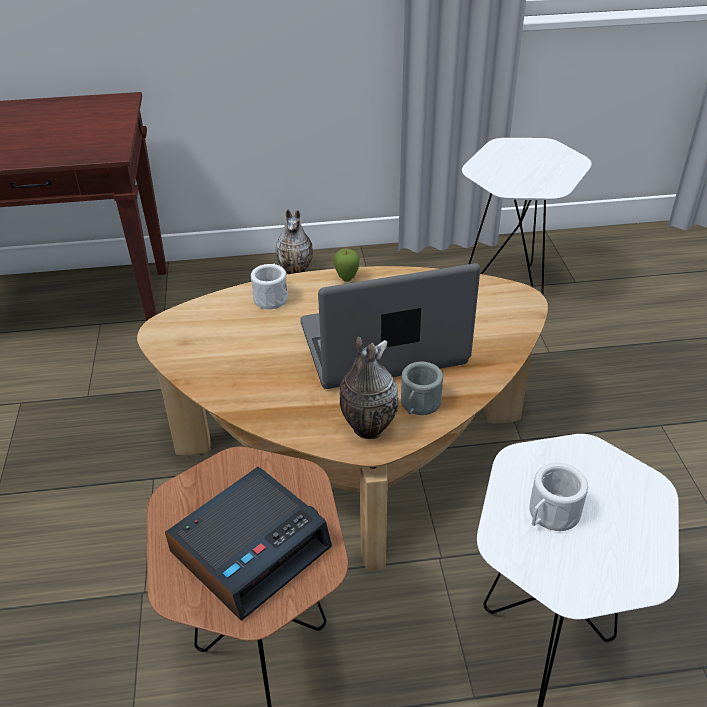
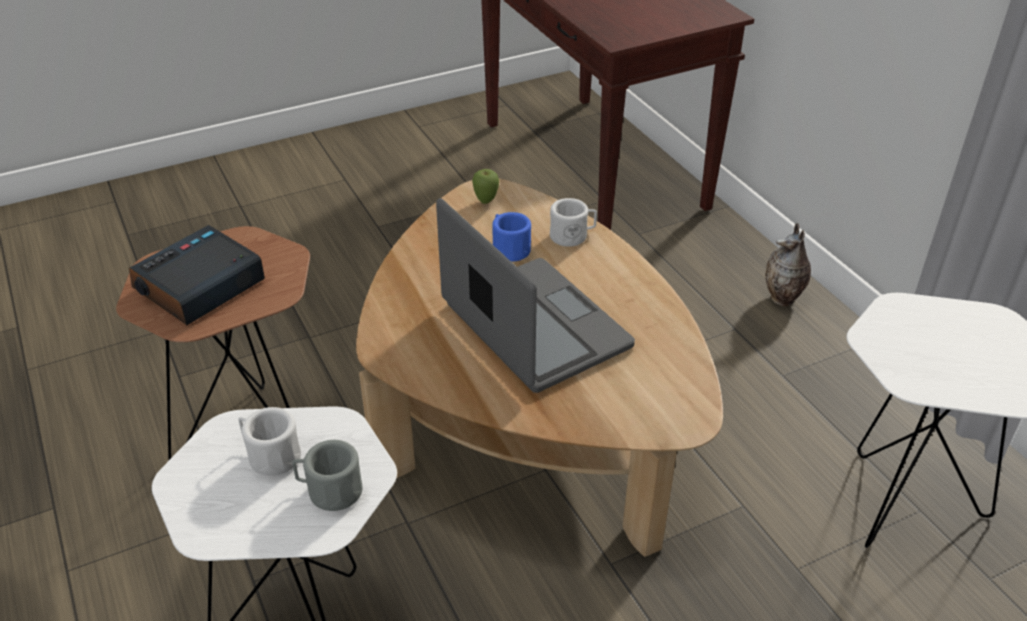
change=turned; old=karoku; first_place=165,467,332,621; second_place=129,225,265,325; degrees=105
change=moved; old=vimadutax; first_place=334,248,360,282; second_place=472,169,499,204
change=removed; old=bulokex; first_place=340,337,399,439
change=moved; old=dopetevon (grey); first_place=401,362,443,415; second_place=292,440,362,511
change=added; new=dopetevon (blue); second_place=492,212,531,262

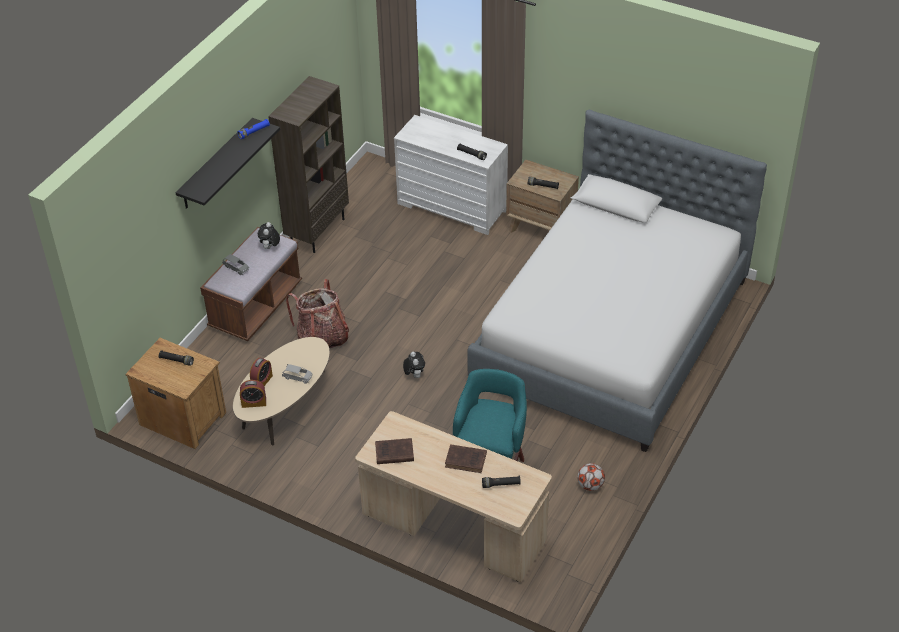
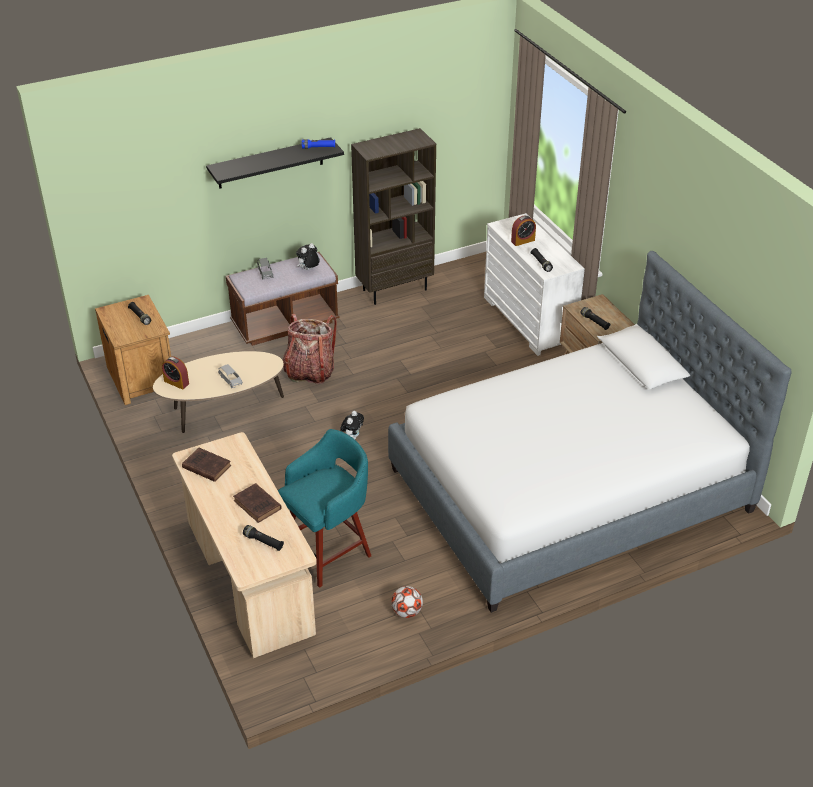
change=moved; old=karoku; first_place=250,358,273,386; second_place=511,216,536,246

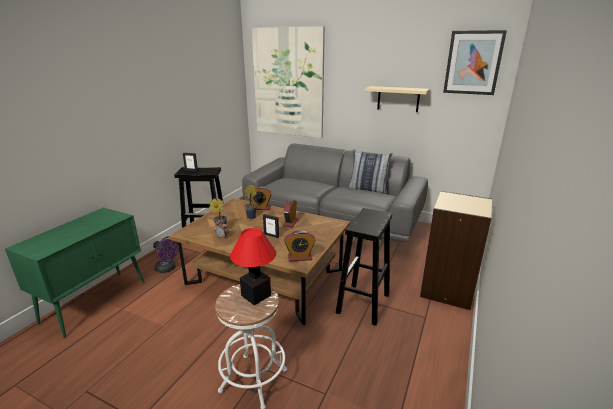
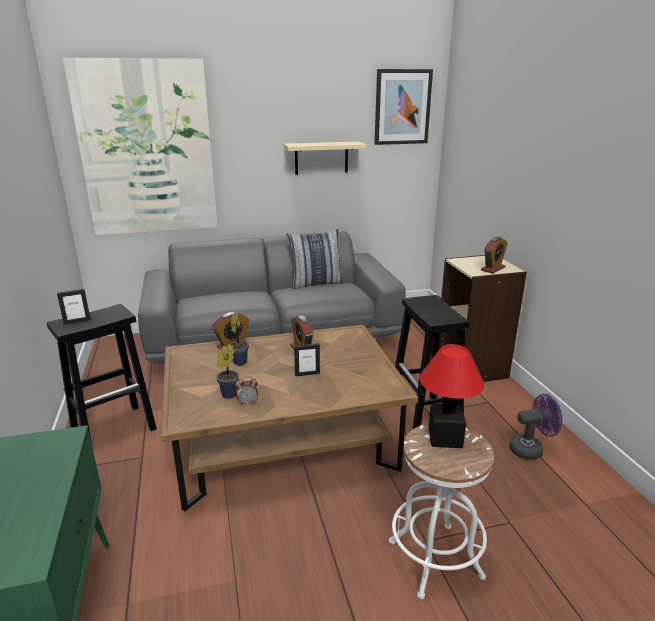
change=moved; old=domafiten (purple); first_place=153,236,179,273; second_place=509,394,563,460
change=moved; old=karoku; first_place=284,230,315,262; second_place=481,237,507,273

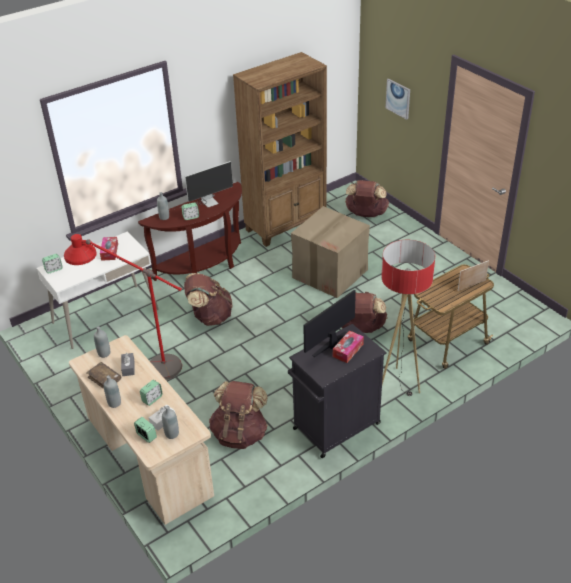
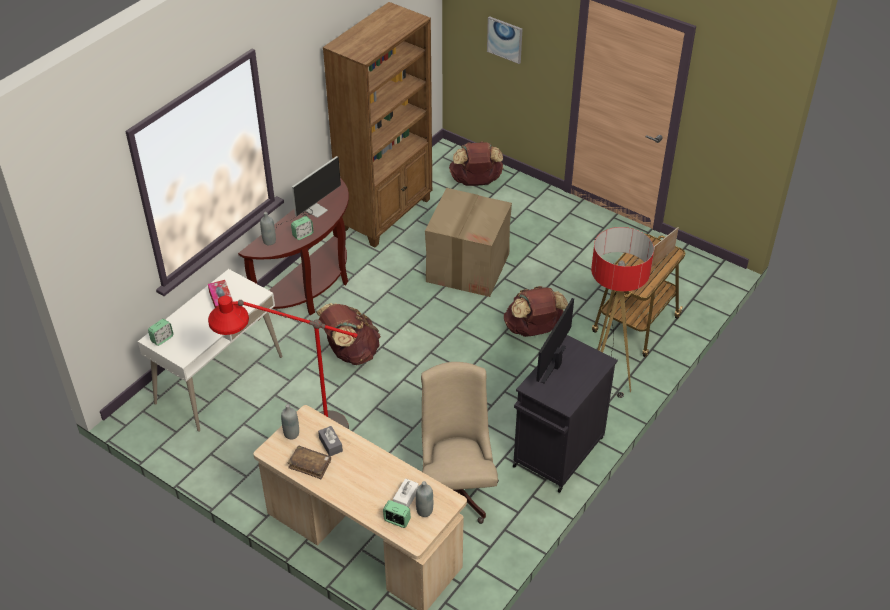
change=removed; old=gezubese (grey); first_place=104,375,121,408
change=removed; old=karoku; first_place=140,380,163,406
change=replaced; old=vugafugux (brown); new=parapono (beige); first_place=209,381,268,449; second_place=421,362,499,524
change=removed; old=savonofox; first_place=333,330,364,363

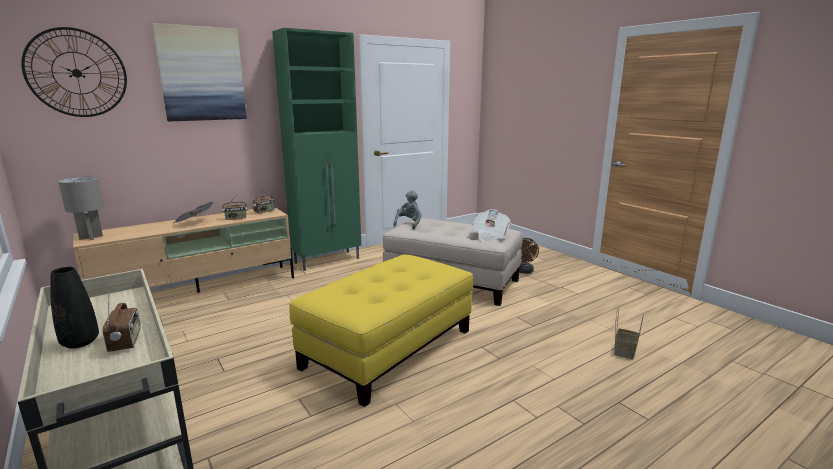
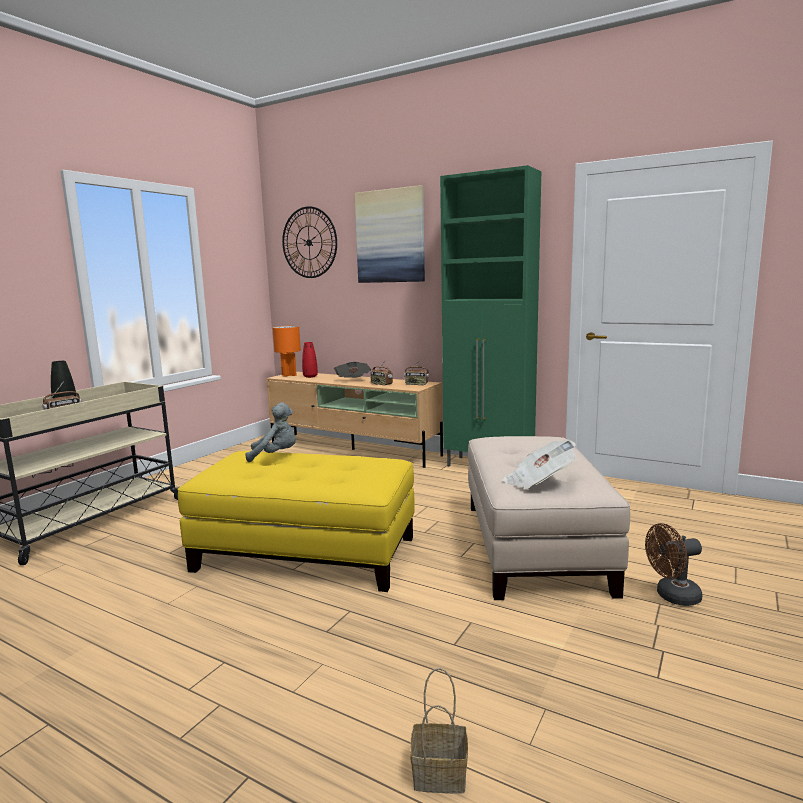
change=recoloured; old=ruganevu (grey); new=ruganevu (orange); first_place=58,176,104,240; second_place=272,326,301,377
change=moved; old=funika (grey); first_place=393,190,422,229; second_place=246,402,296,462
change=added; new=bulokex (red); second_place=302,342,318,378

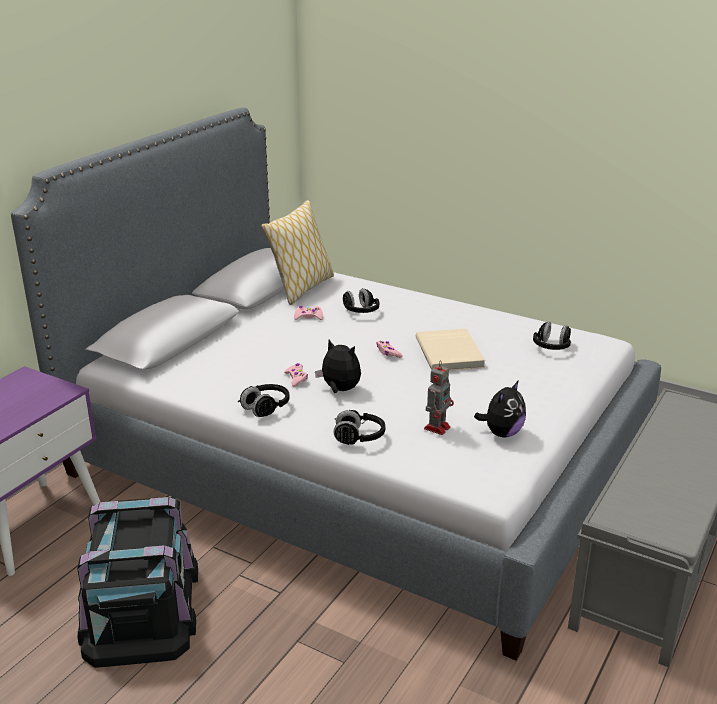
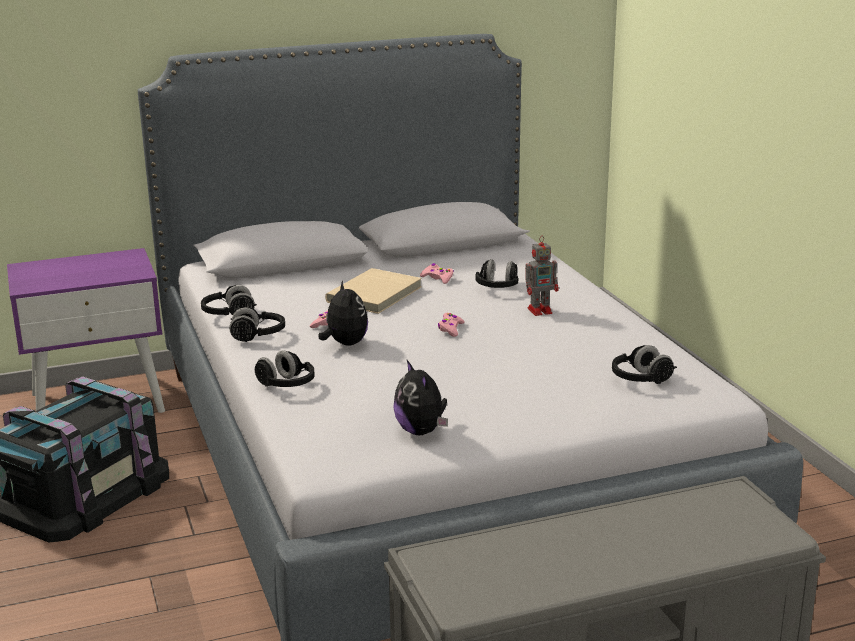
change=removed; old=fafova; first_place=261,200,334,305
change=moved; old=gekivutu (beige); first_place=416,328,485,371; second_place=325,268,422,314
change=moved; old=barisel; first_place=424,360,454,435; second_place=525,237,559,316
change=turned; old=funika; first_place=474,380,526,438; second_place=393,360,448,435; degrees=75
change=added; new=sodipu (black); second_place=201,285,257,315

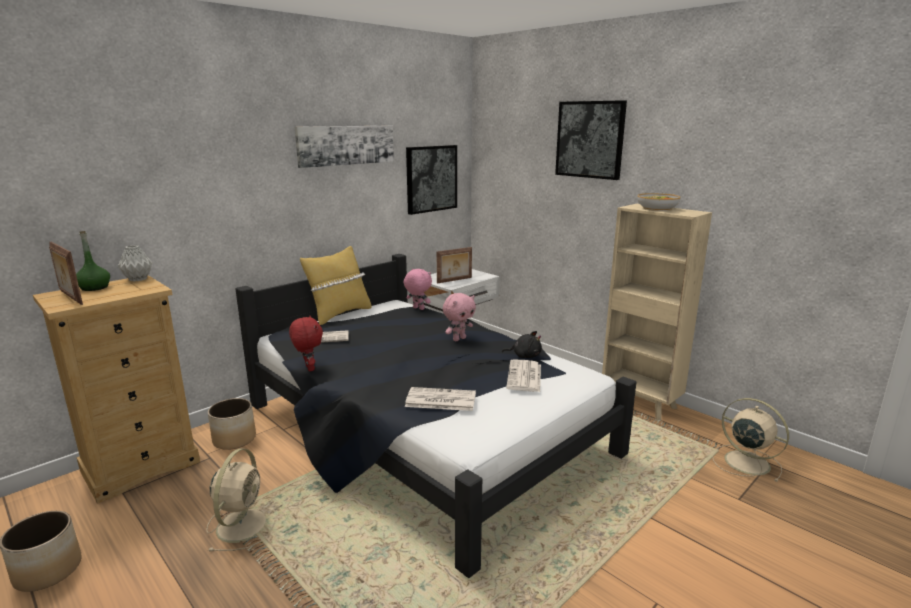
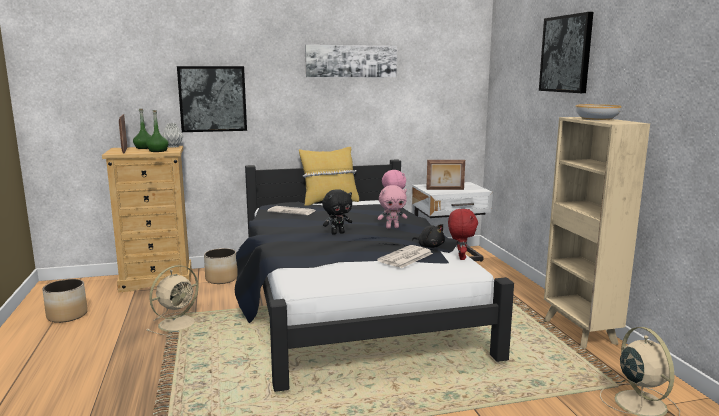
change=moved; old=funika (red); first_place=289,316,323,371; second_place=448,209,478,260
change=removed; old=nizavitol; first_place=405,387,476,411
change=moved; old=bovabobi; first_place=406,145,457,215; second_place=177,66,247,132
change=added; new=gezubese (green); second_place=146,110,169,152
change=added; new=funika (black); second_place=322,189,352,235

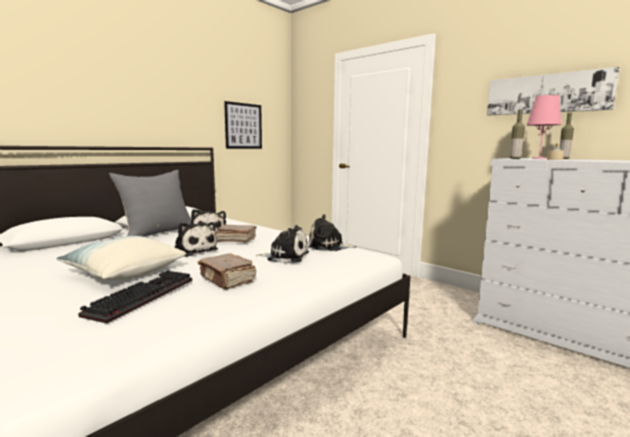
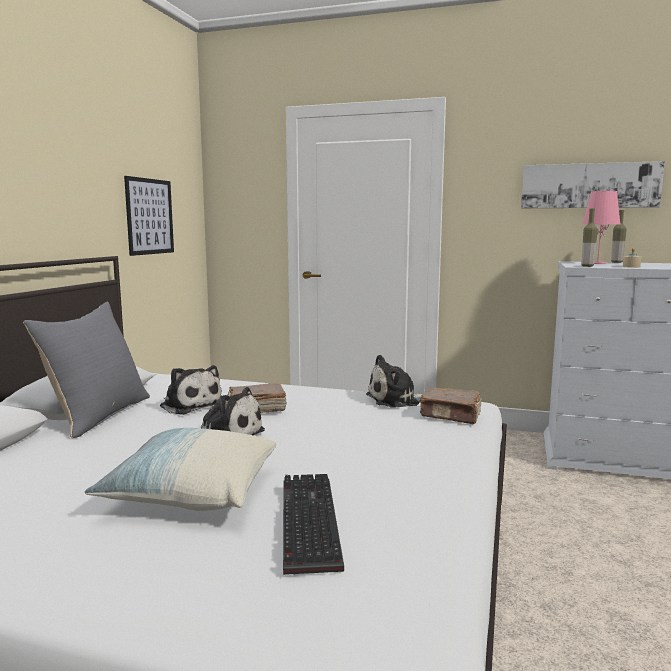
change=moved; old=gekivutu (brown); first_place=198,253,256,289; second_place=419,387,482,424
change=removed; old=funika; first_place=255,225,309,263

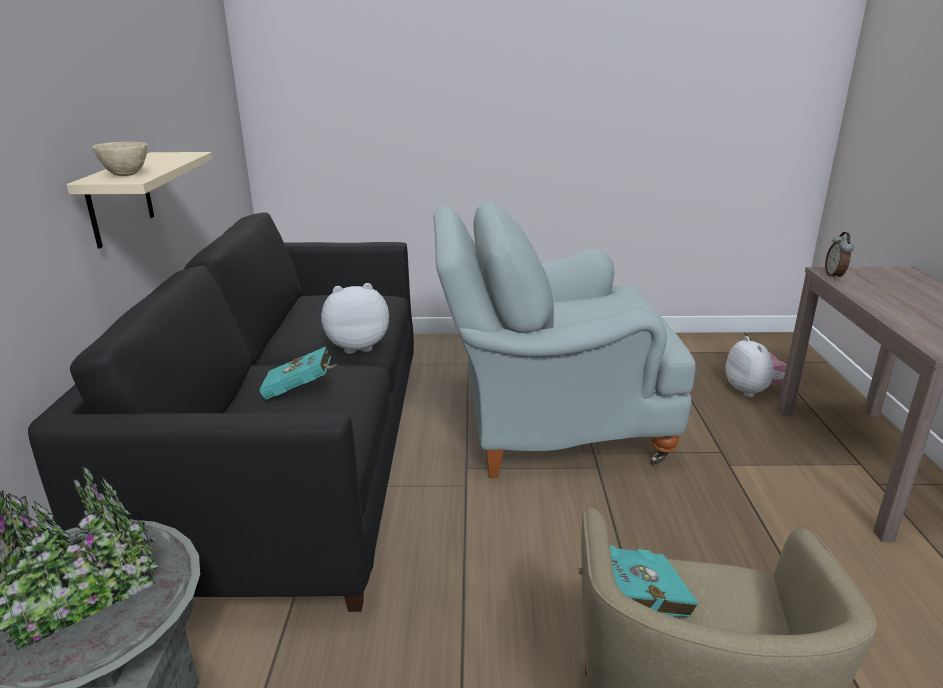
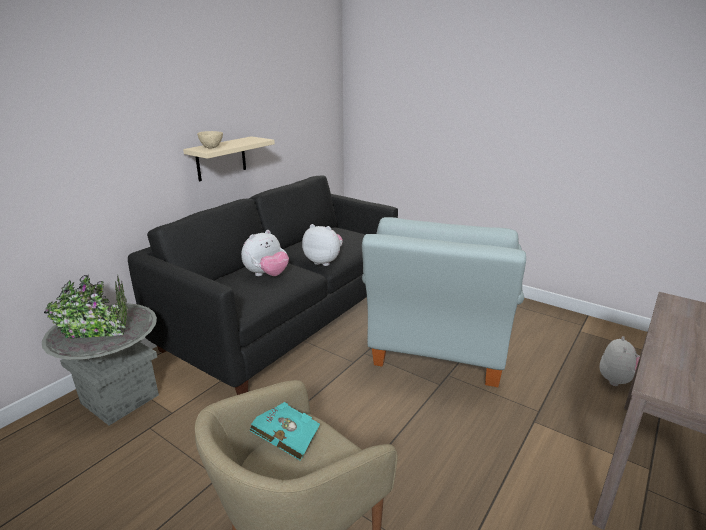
change=replaced; old=gekivutu (turquoise); new=funika; first_place=260,347,338,400; second_place=241,230,289,276
change=turned; old=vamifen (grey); first_place=433,200,696,478; second_place=362,217,526,387; degrees=-105
change=removed; old=karoku; first_place=825,232,854,279

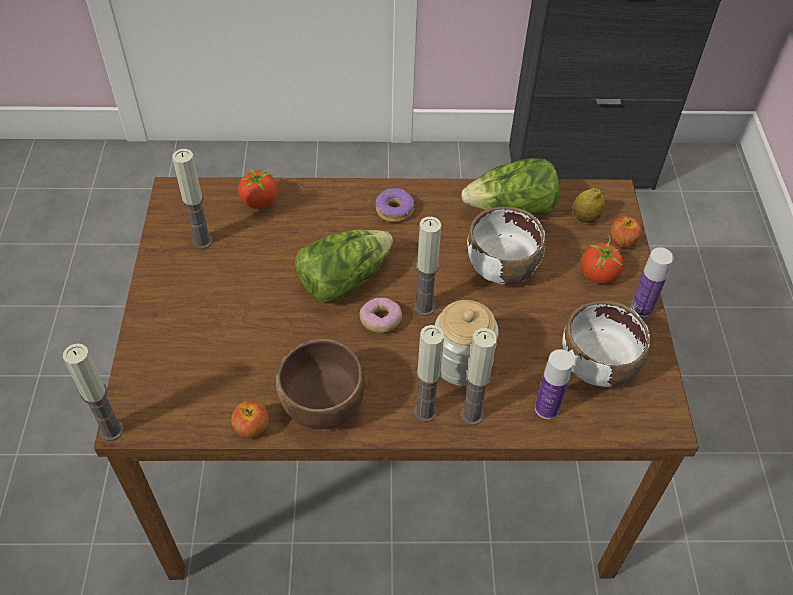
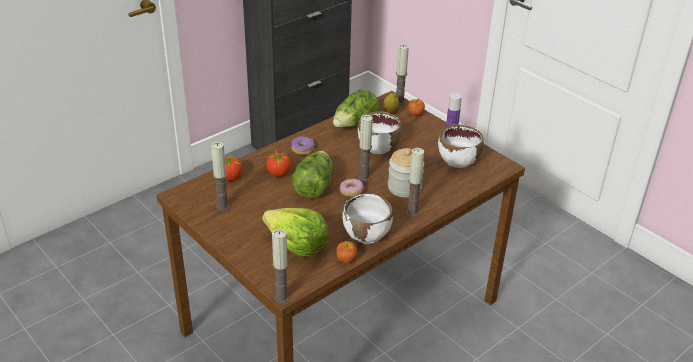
change=recoloured; old=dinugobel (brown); new=dinugobel (white); first_place=276,339,364,429; second_place=342,193,393,244
change=moved; old=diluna; first_place=461,328,497,425; second_place=396,44,409,105
change=removed; old=gezubese; first_place=535,349,574,419
change=moved; old=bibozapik; first_place=581,234,624,284; second_place=266,148,291,177
change=added; new=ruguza; second_place=262,208,329,257

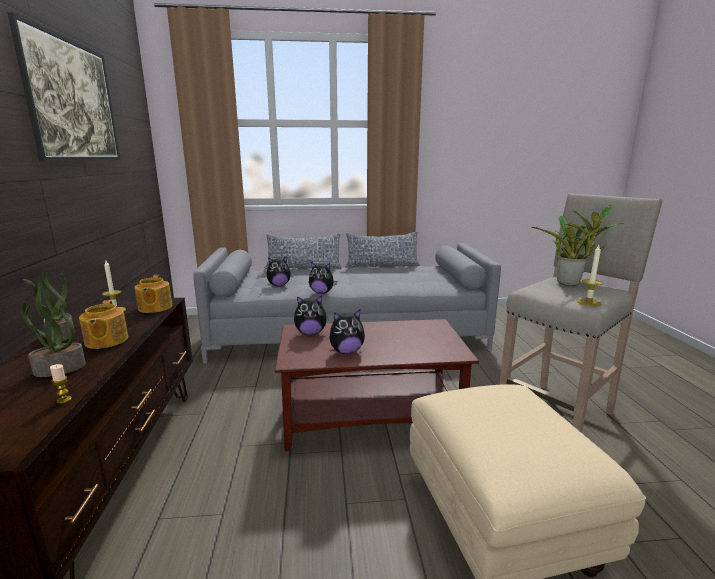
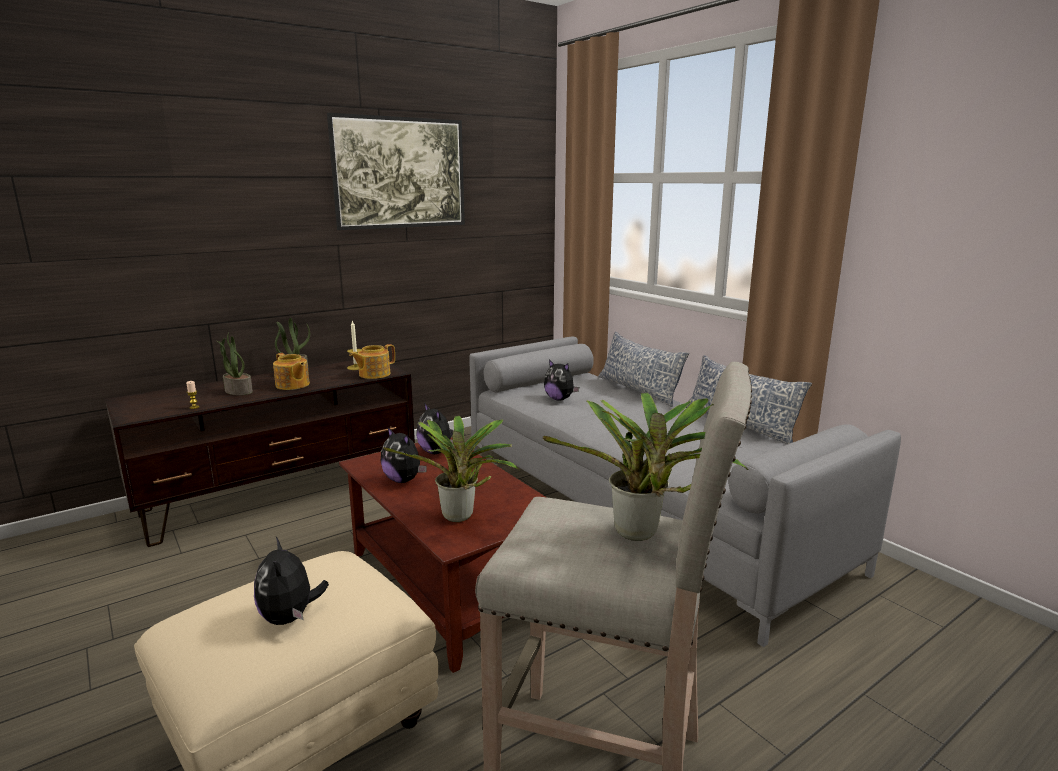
change=turned; old=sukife; first_place=79,300,128,349; second_place=273,353,310,390; degrees=-90
change=moved; old=funika; first_place=309,262,337,294; second_place=254,537,329,625
change=removed; old=diluna; first_place=577,245,603,306
change=added; new=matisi; second_place=383,416,520,522

